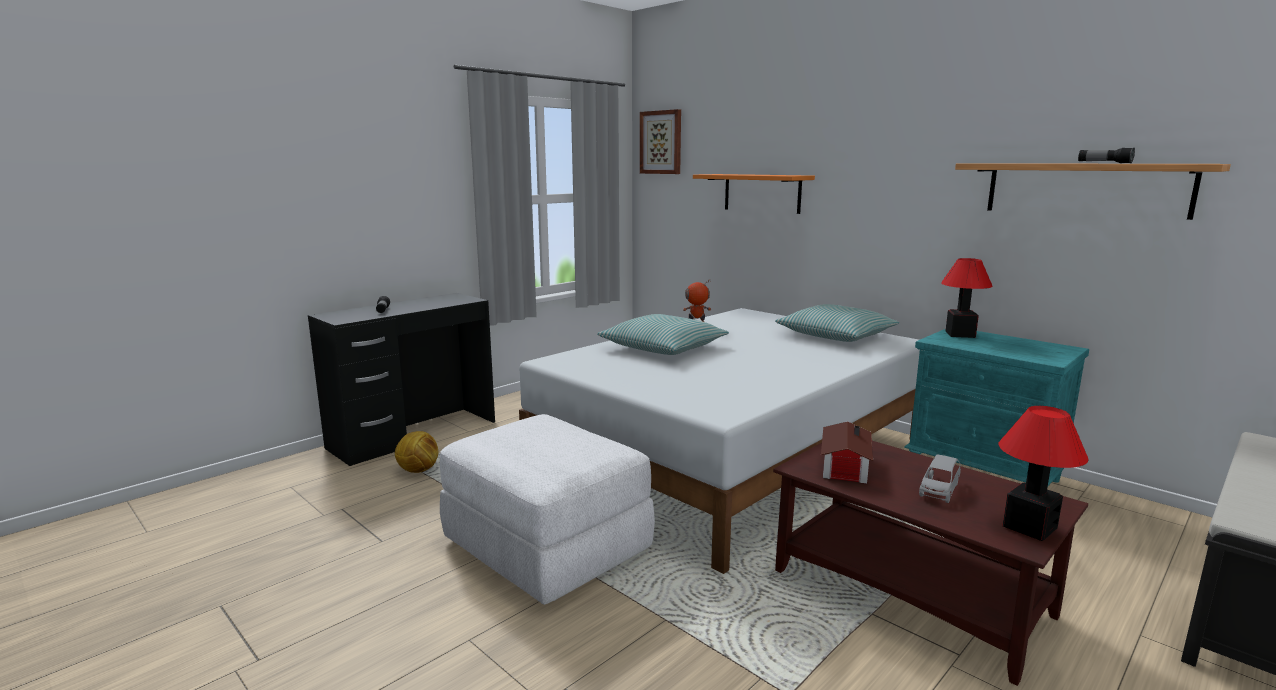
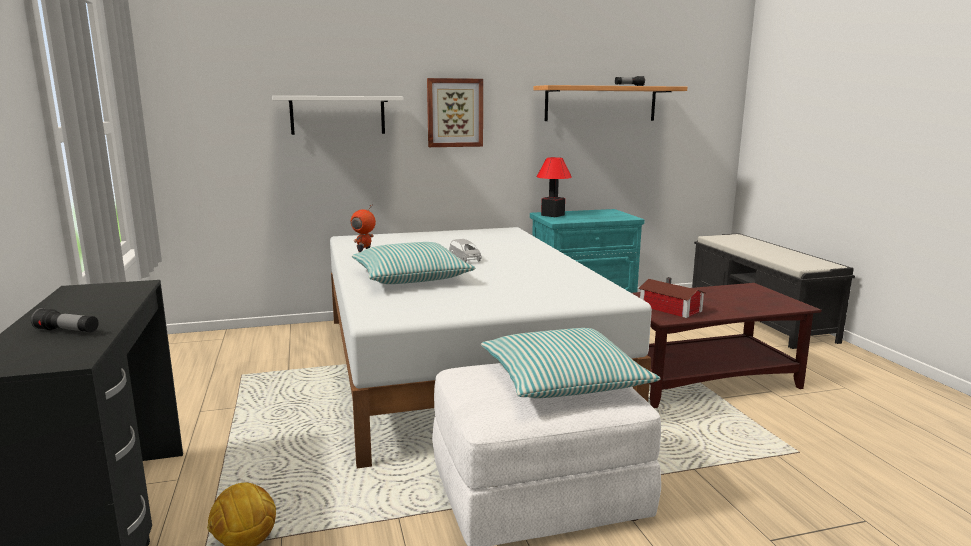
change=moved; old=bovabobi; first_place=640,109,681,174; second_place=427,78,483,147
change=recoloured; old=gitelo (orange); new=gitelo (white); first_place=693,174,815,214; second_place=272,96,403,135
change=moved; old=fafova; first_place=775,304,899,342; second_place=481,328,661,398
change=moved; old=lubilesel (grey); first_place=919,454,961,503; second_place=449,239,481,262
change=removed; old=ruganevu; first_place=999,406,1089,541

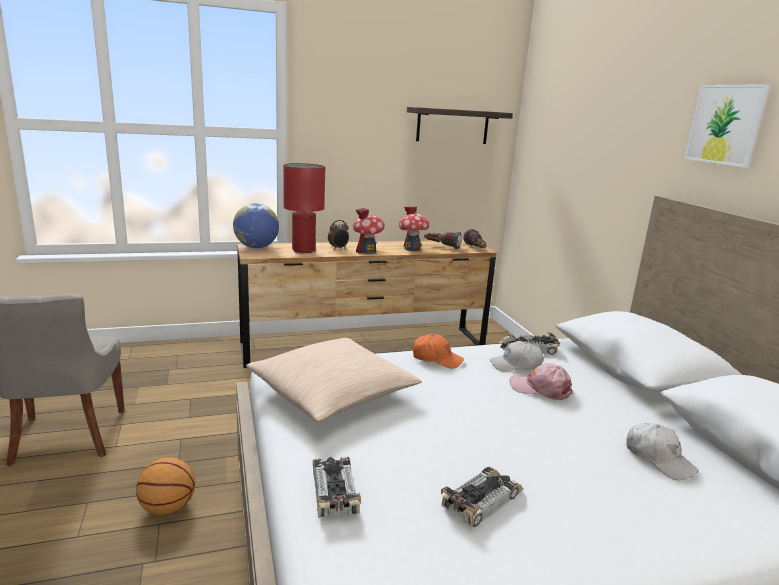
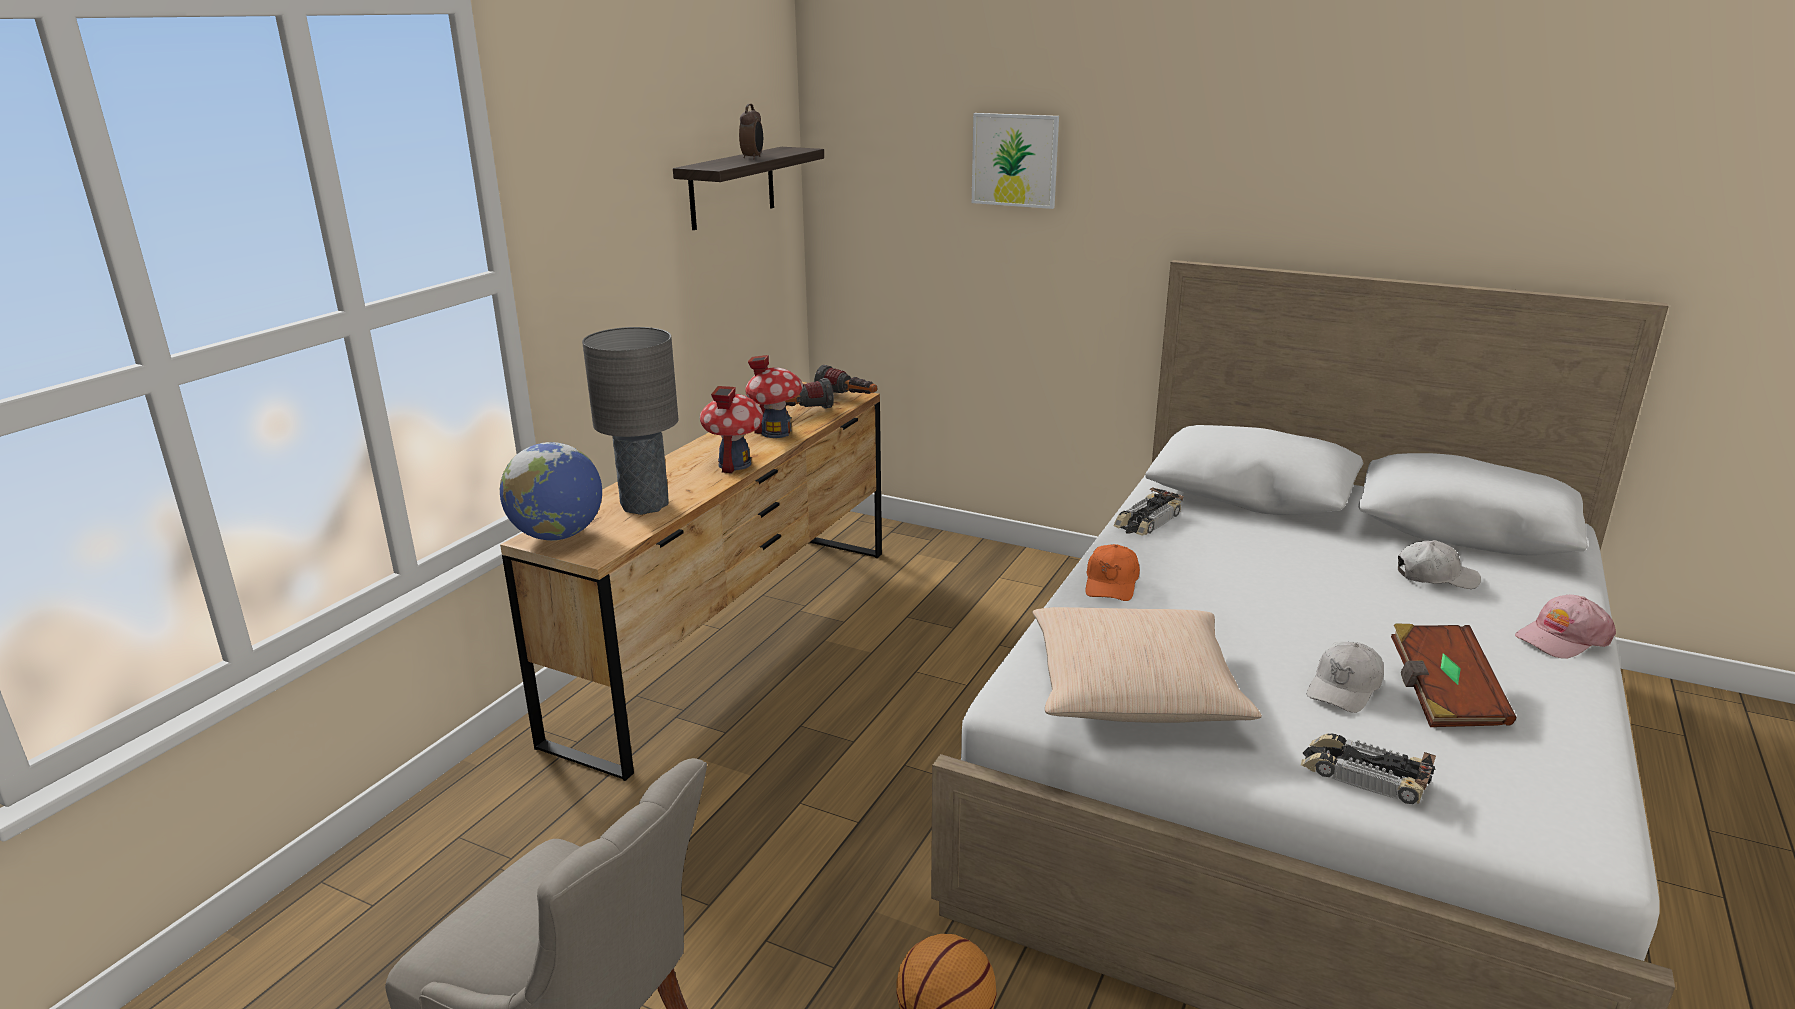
change=recoloured; old=ruganevu (red); new=ruganevu (grey); first_place=283,163,325,253; second_place=582,327,678,515
change=moved; old=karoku; first_place=328,220,349,249; second_place=739,104,763,159
change=turned; old=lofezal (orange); first_place=413,334,464,369; second_place=1085,544,1140,601; degrees=135
change=replaced; old=lubilesel; new=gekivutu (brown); first_place=441,466,523,527; second_place=1391,623,1517,727
change=moved; old=lofezal (white); first_place=490,341,544,371; second_place=1307,641,1384,713
change=moved; old=lofezal (pink); first_place=510,363,573,400; second_place=1515,595,1616,659
change=moved; old=bovabobi; first_place=684,85,770,168; second_place=972,113,1059,209

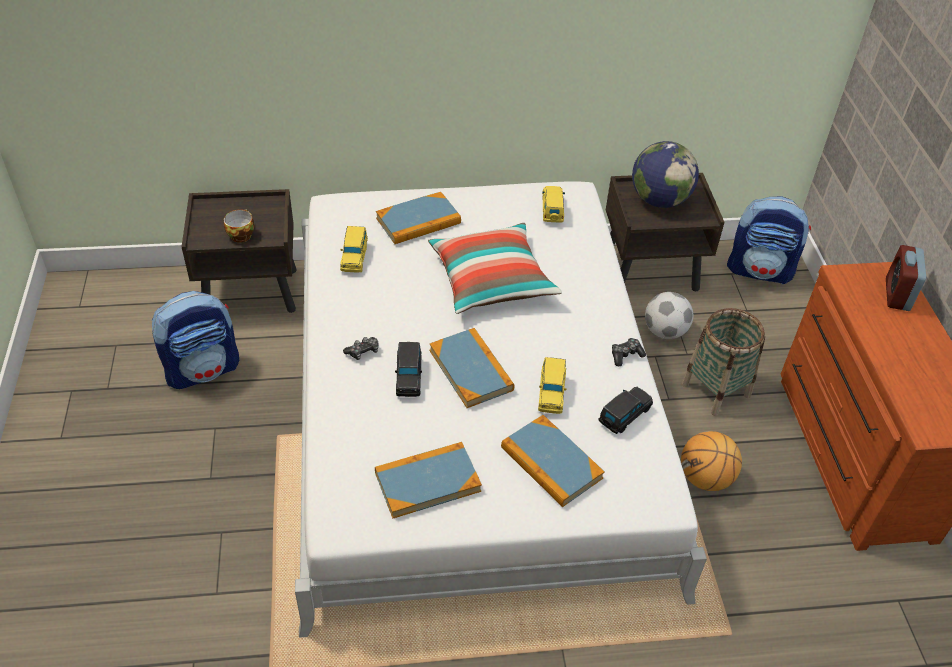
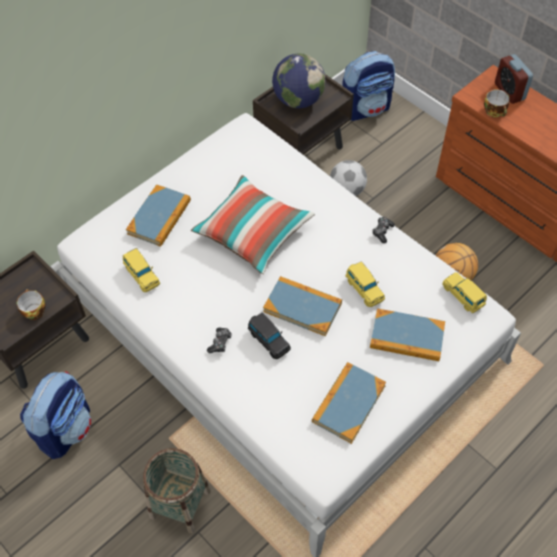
change=moved; old=lubilesel (yellow); first_place=542,186,565,223; second_place=443,272,487,313
change=removed; old=lubilesel (black); first_place=598,387,653,434
change=moved; old=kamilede; first_place=681,308,765,416; second_place=143,448,211,534
change=added; new=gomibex; second_place=484,89,510,117

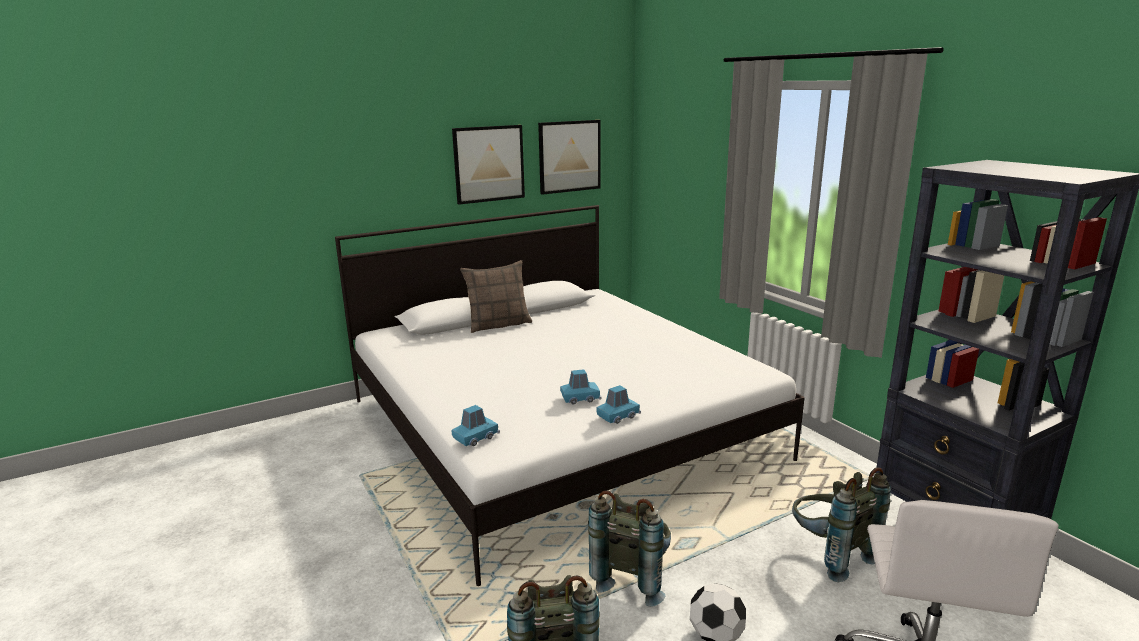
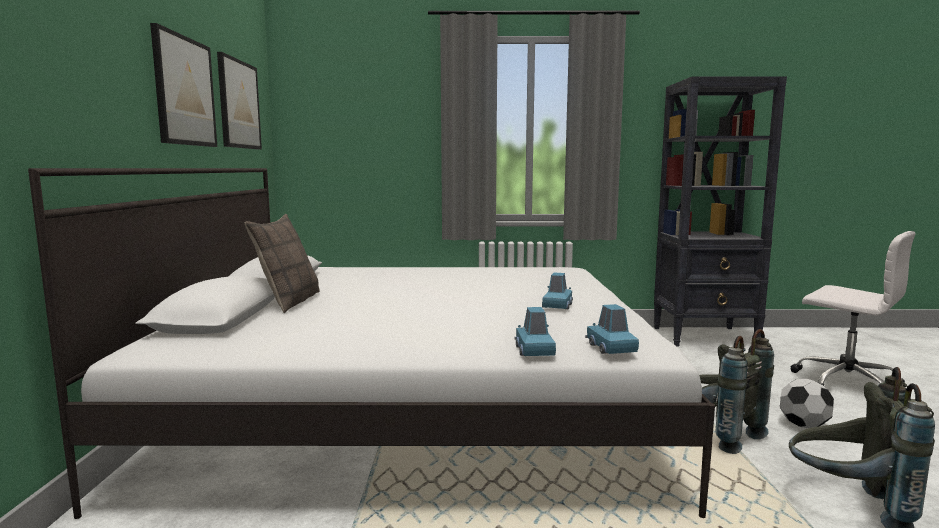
change=moved; old=lubilesel (blue); first_place=596,385,641,424; second_place=515,307,556,356
change=removed; old=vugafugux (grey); first_place=792,467,891,582

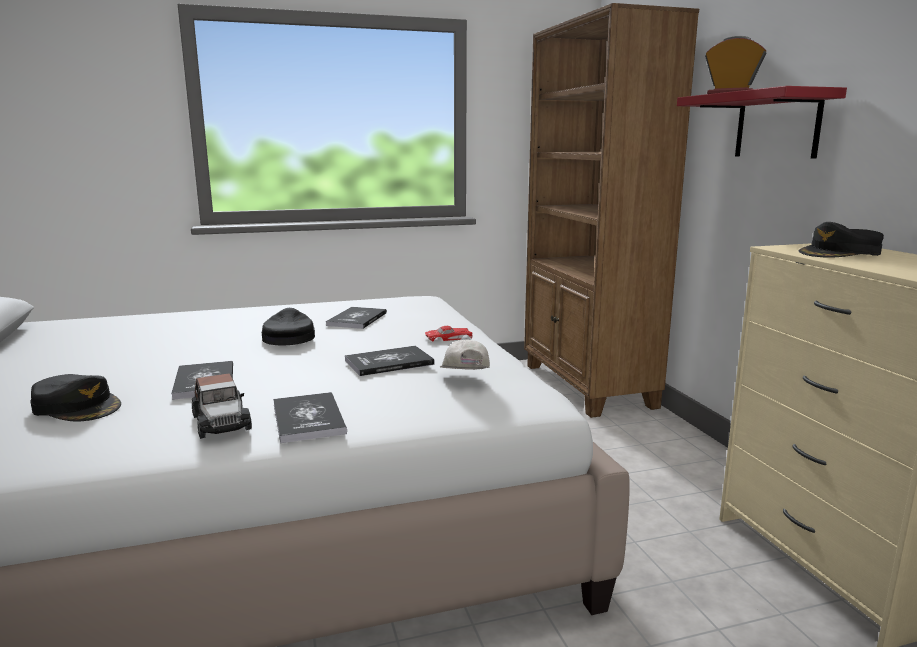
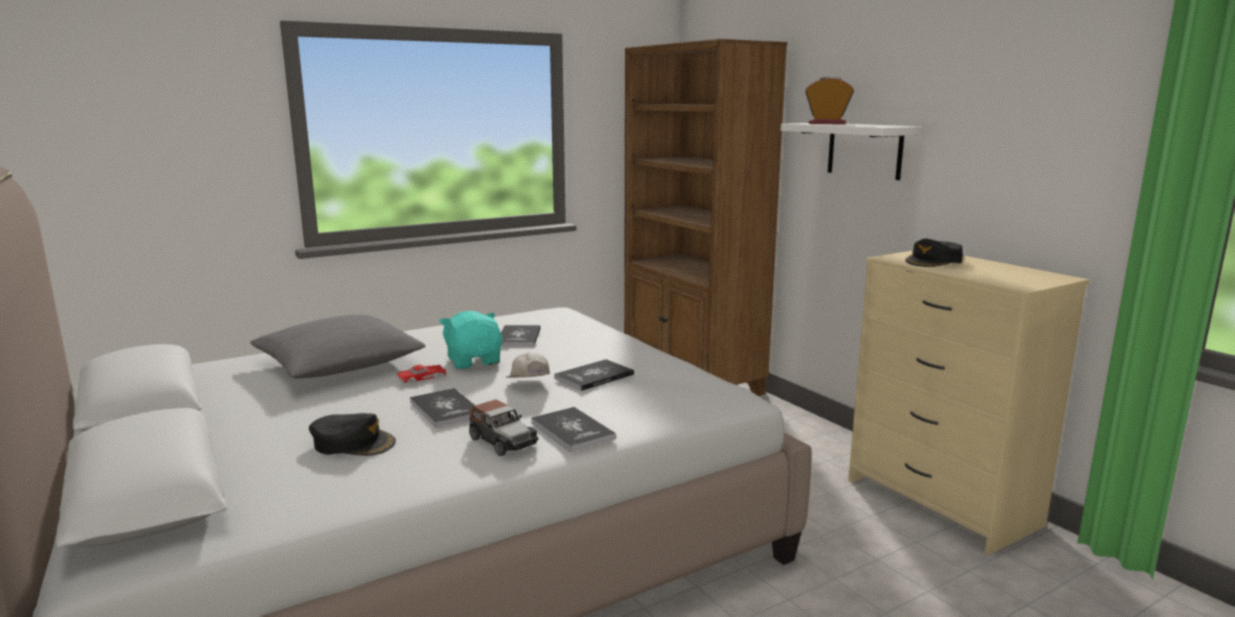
change=replaced; old=lofezal (black); new=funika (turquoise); first_place=262,308,315,345; second_place=439,311,502,369
change=moved; old=lubilesel (red); first_place=425,326,473,342; second_place=397,365,447,383
change=moved; old=lofezal (white); first_place=440,339,490,370; second_place=506,352,550,378
change=recoloured; old=gitelo (red); new=gitelo (white); first_place=677,86,847,159; second_place=781,123,922,180
change=added; new=fafova (grey); second_place=250,314,426,378

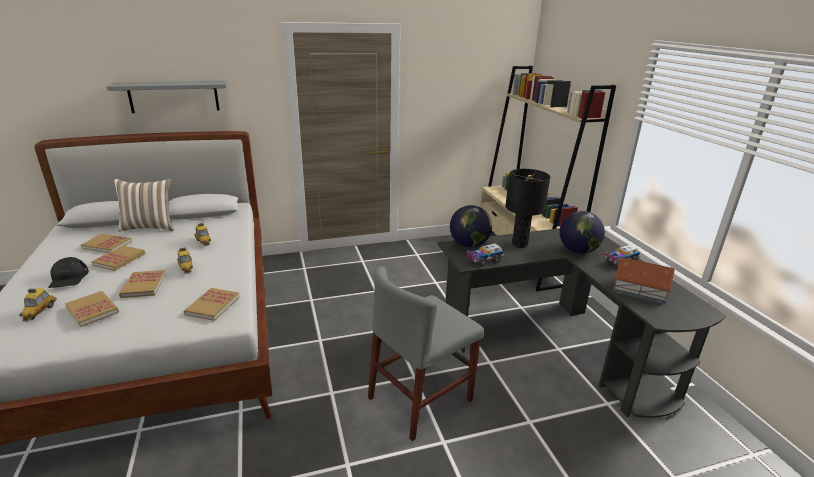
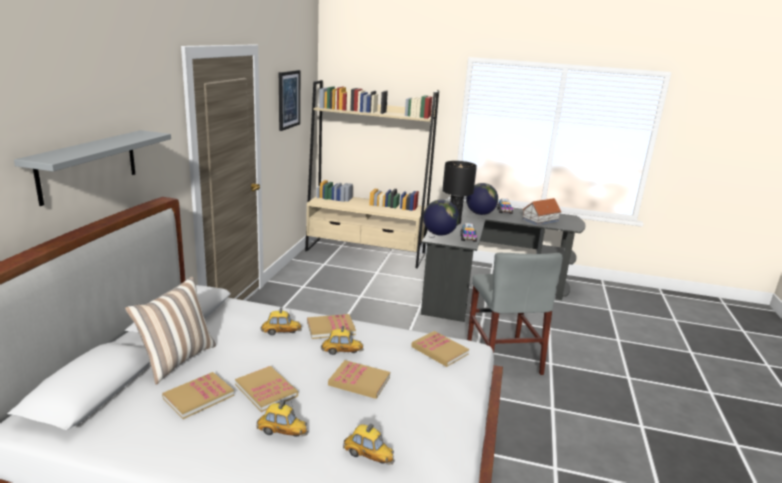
change=replaced; old=lofezal (black); new=lubilesel; first_place=48,257,89,288; second_place=256,401,308,437
change=moved; old=gekivutu; first_place=65,291,119,327; second_place=307,314,356,339
change=added; new=bovabobi; second_place=279,70,300,131

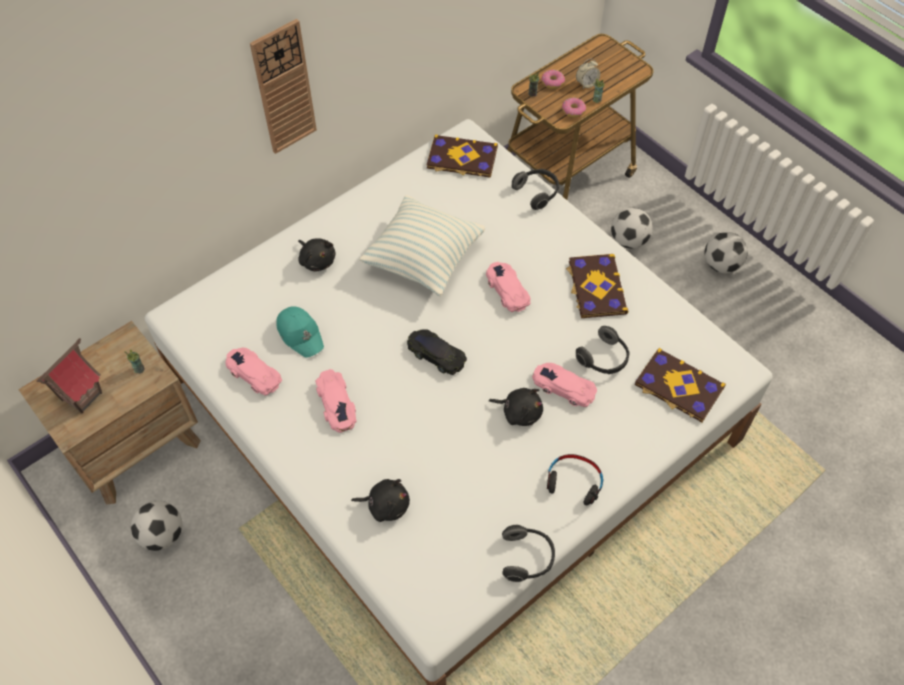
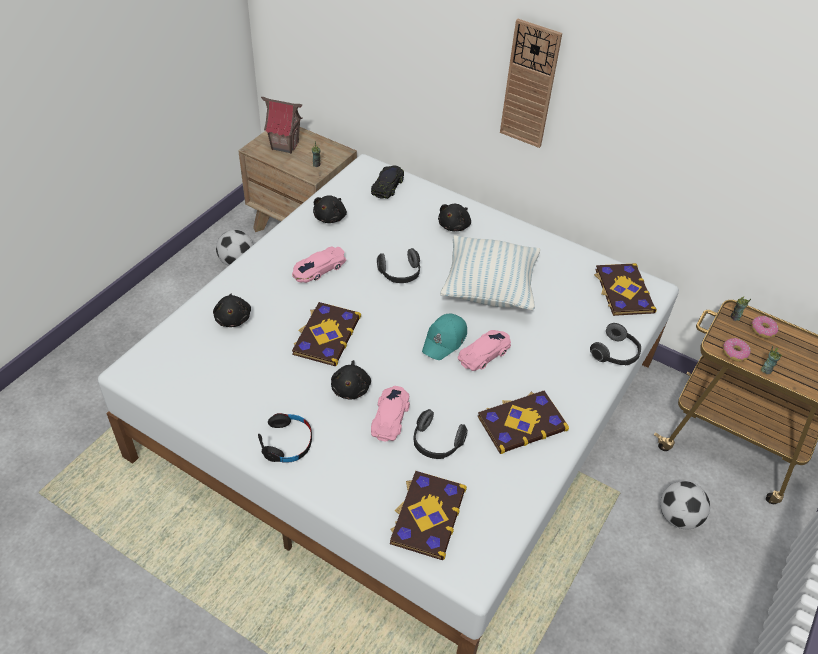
change=replaced; old=lubilesel (pink); new=funika (black); first_place=225,348,282,395; second_place=313,195,347,223
change=moved; old=lofezal (turquoise); first_place=276,306,324,358; second_place=422,314,467,360
change=moved; old=lubilesel (black); first_place=407,329,467,375; second_place=371,165,404,199
change=moved; old=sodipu; first_place=502,525,555,582; second_place=377,248,420,283
change=removed; old=karoku; first_place=576,59,600,88
change=removed; old=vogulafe; first_place=704,232,747,273
change=added; new=gekivutu; second_place=292,302,361,366

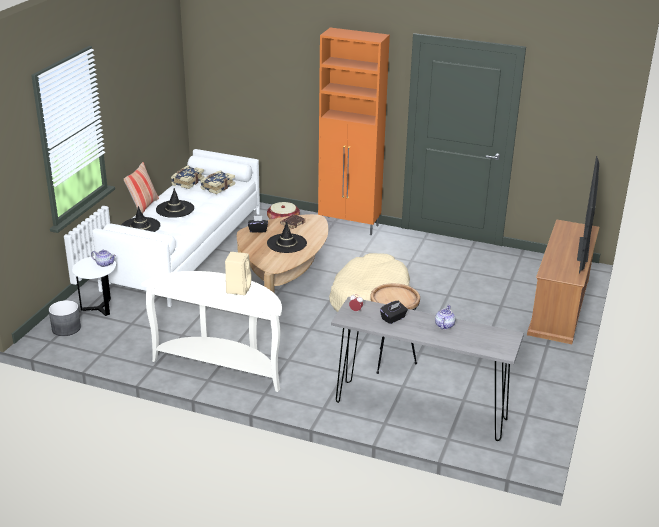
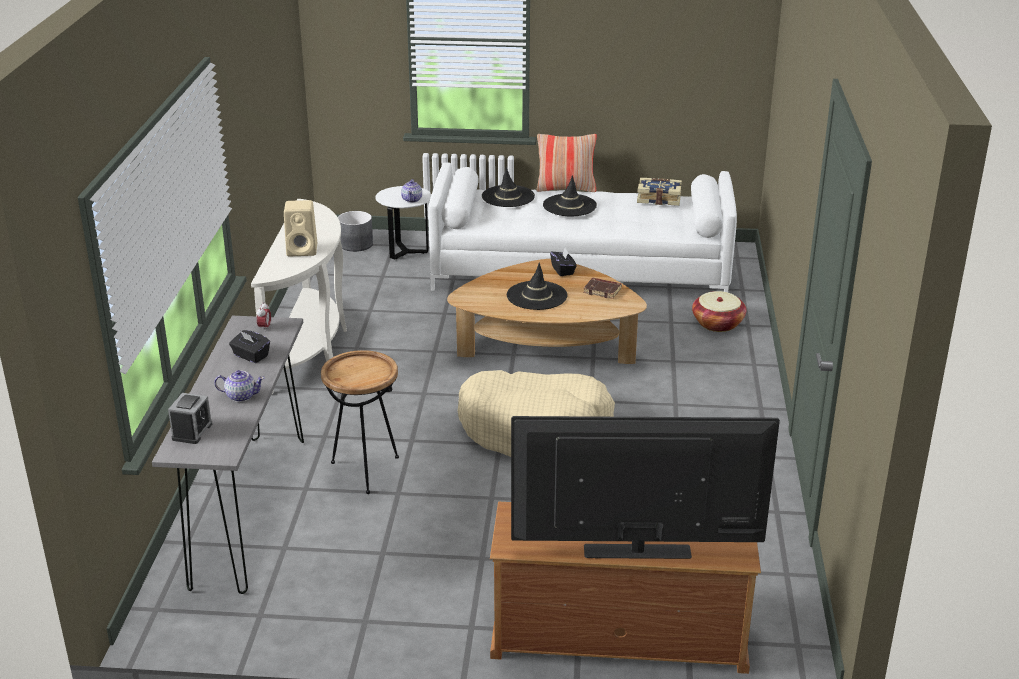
change=removed; old=gekivutu; first_place=200,170,235,194
change=removed; old=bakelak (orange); first_place=318,28,390,235
change=added; new=karoku; second_place=168,393,212,444

